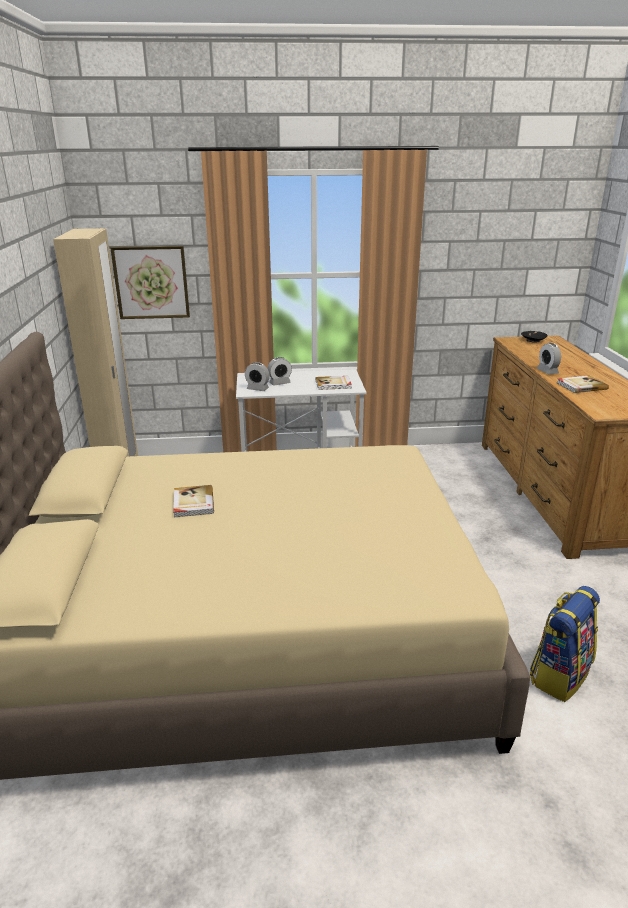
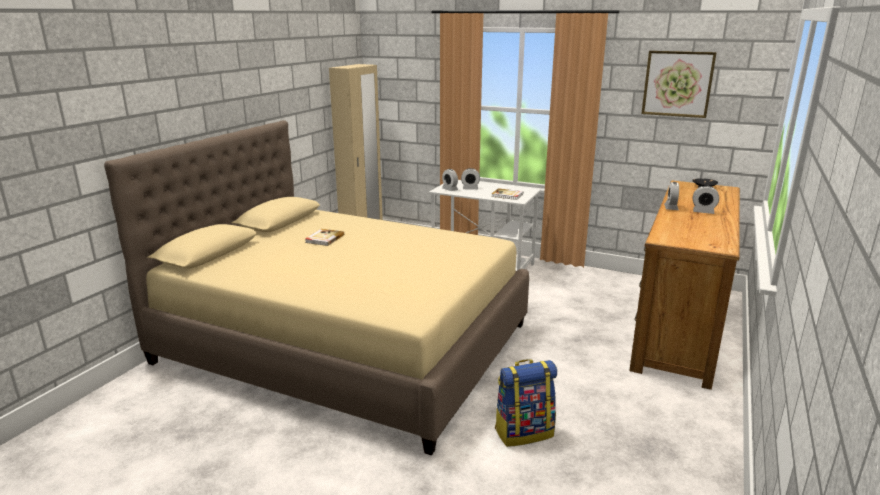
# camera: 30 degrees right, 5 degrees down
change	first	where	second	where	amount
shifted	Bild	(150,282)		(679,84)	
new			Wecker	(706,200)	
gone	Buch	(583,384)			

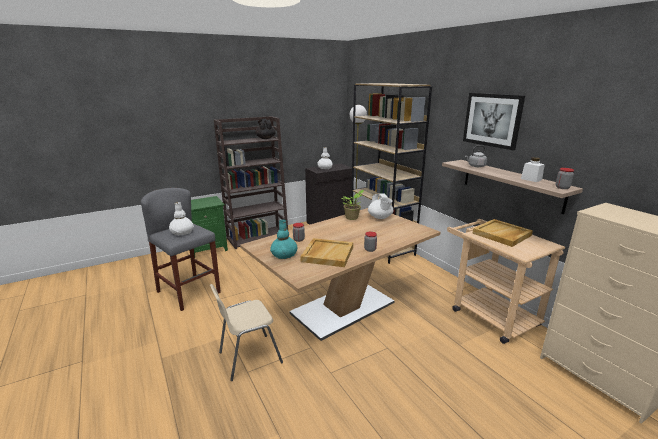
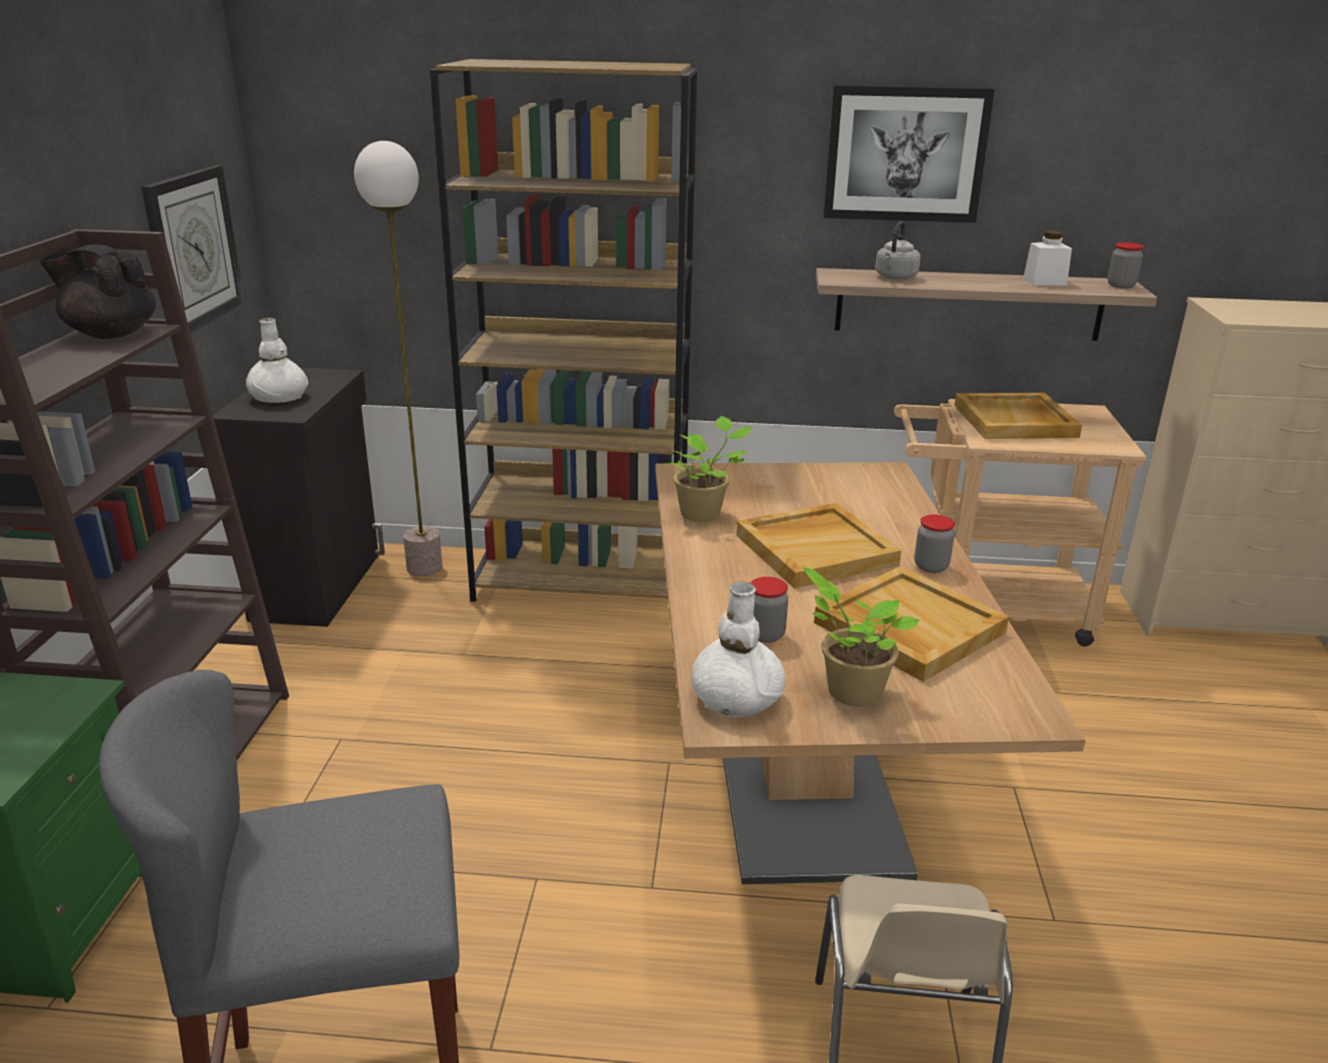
# camera: 55 degrees left, 5 degrees up
change	first	where	second	where	amount
new			Wanduhr	(193,249)	
shifted	Vase/weiß	(181,218)		(738,649)	
new			Tablett/beige	(818,545)	
swapped	Vase/türkis	(284,239)	Topfpflanze	(861,637)	
gone	Teekanne/weiß	(380,206)			

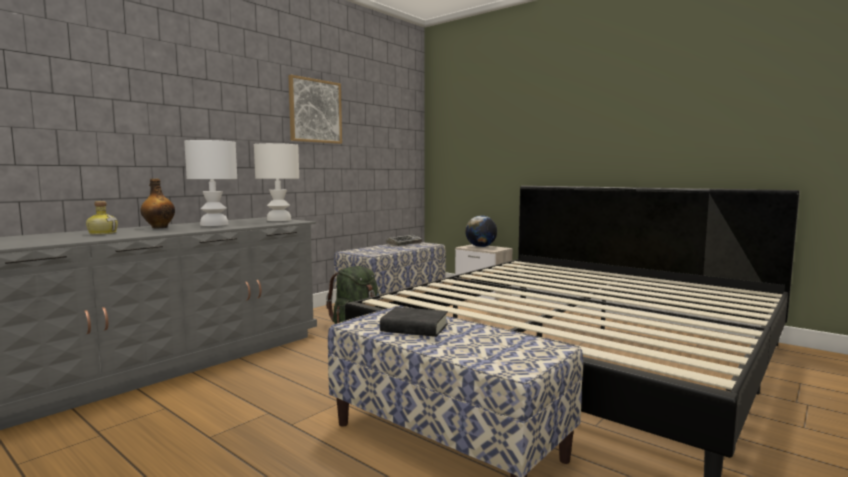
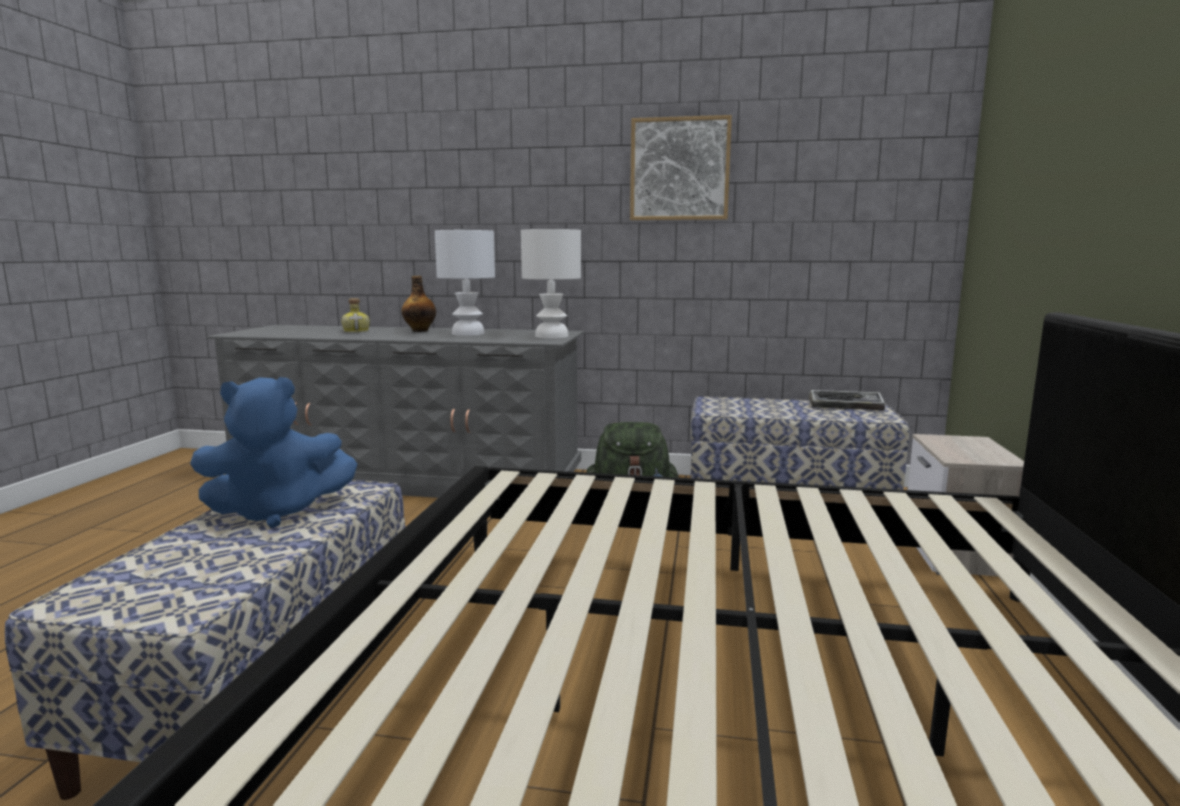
# camera: 60 degrees right, 5 degrees up
change	first	where	second	where	amount
swapped	Buch/schwarz	(414,322)	Plüschtier/blau	(273,452)	
gone	Globus	(481,231)			

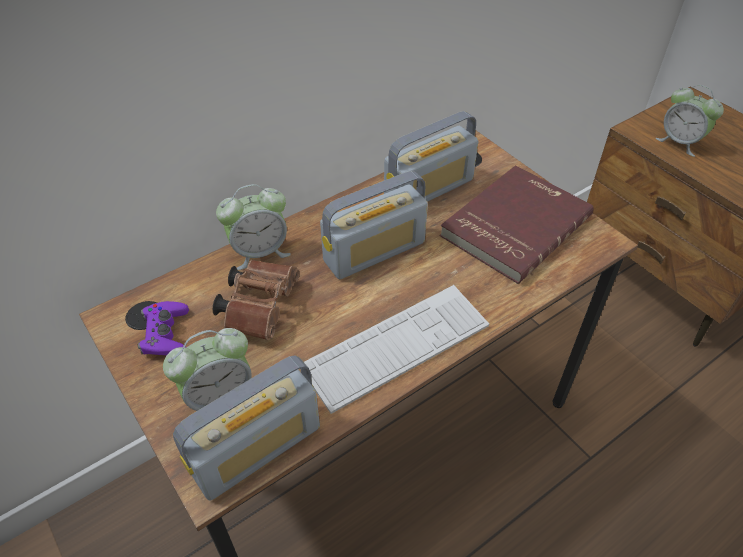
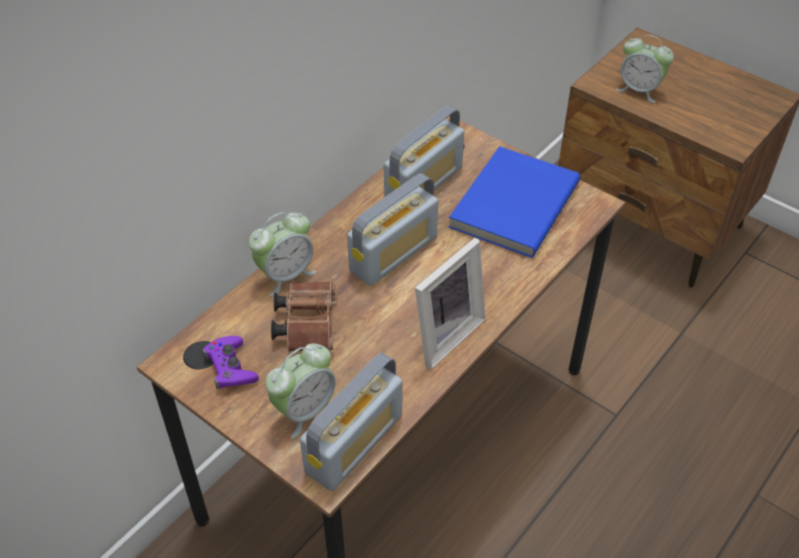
# camera: 15 degrees left, 0 degrees up
change	first	where	second	where	amount
swapped	Tastatur	(396,349)	Bilderrahmen	(450,303)	
repainted	Buch/rot	(517,224)	Buch/blau	(514,202)	

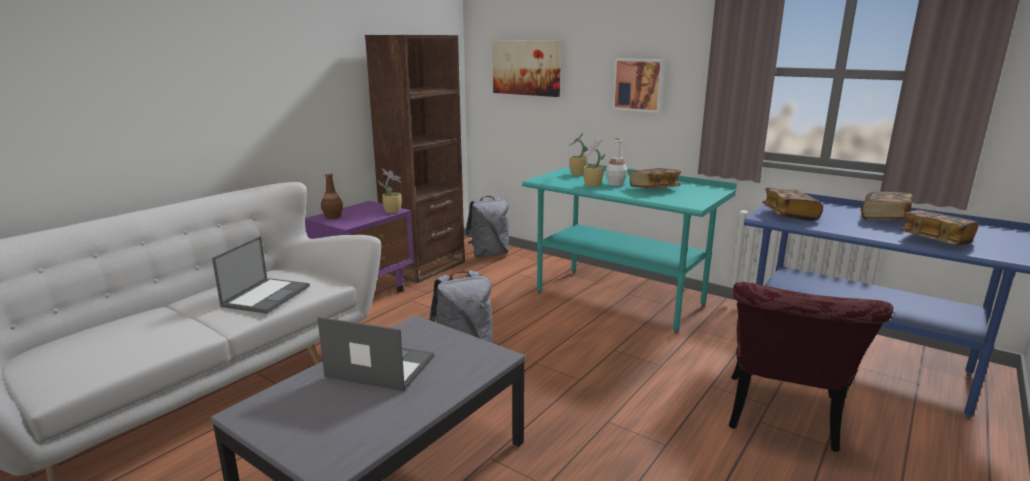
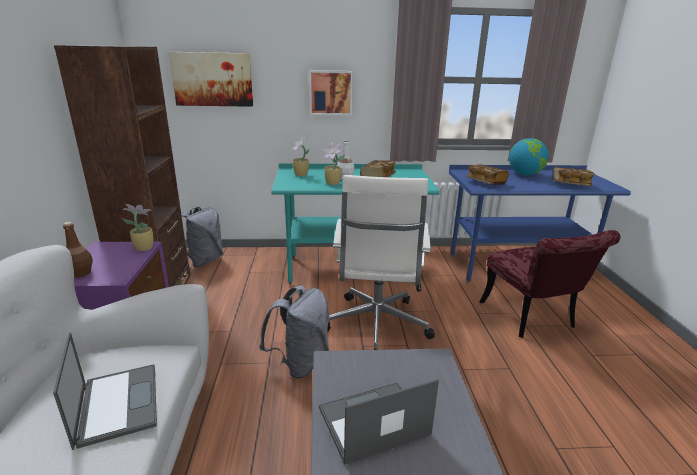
# camera: 40 degrees left, 5 degrees up
change	first	where	second	where	amount
new			Bürostuhl/weiß	(381,262)	
swapped	Buch	(887,206)	Globus	(529,157)	

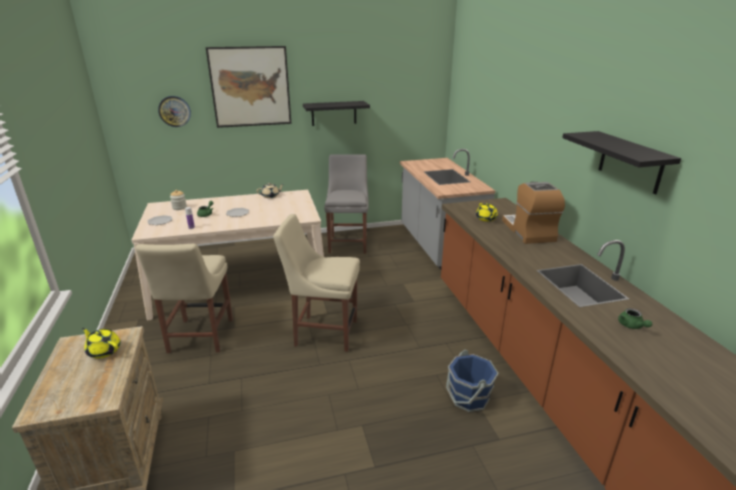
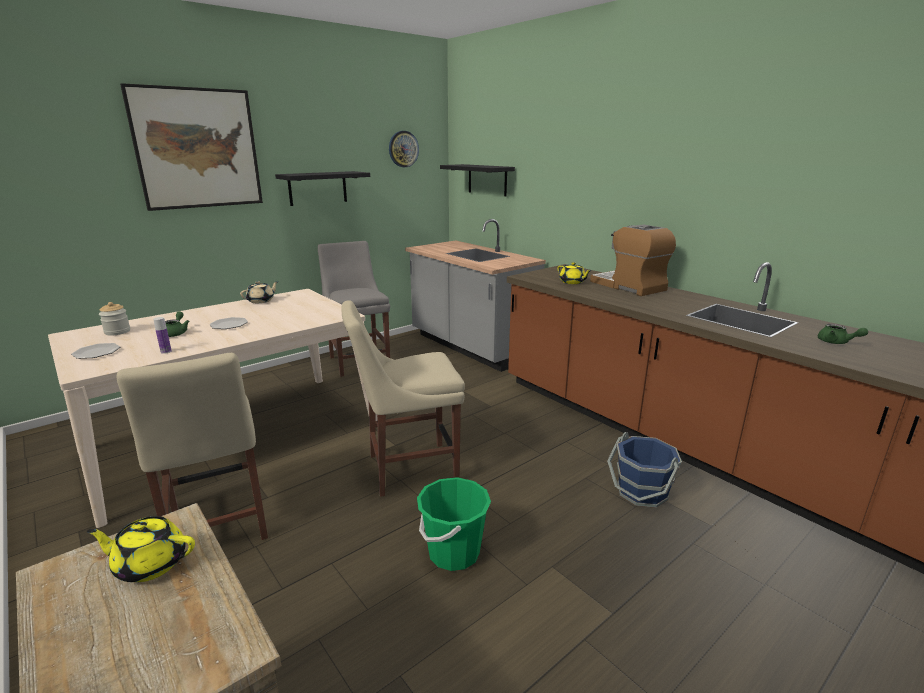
# camera: 25 degrees left, 5 degrees down
change	first	where	second	where	amount
shifted	Wanduhr	(174,111)		(404,149)	
new			Eimer/grün	(454,524)	
shifted	Wandregal/schwarz	(621,162)		(477,180)	

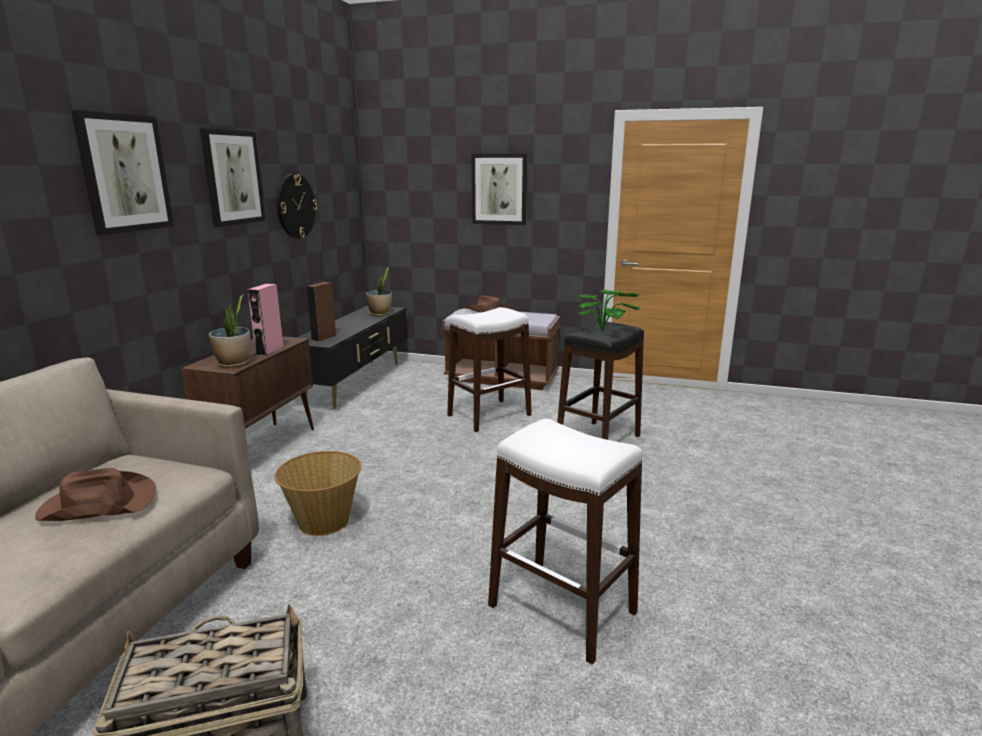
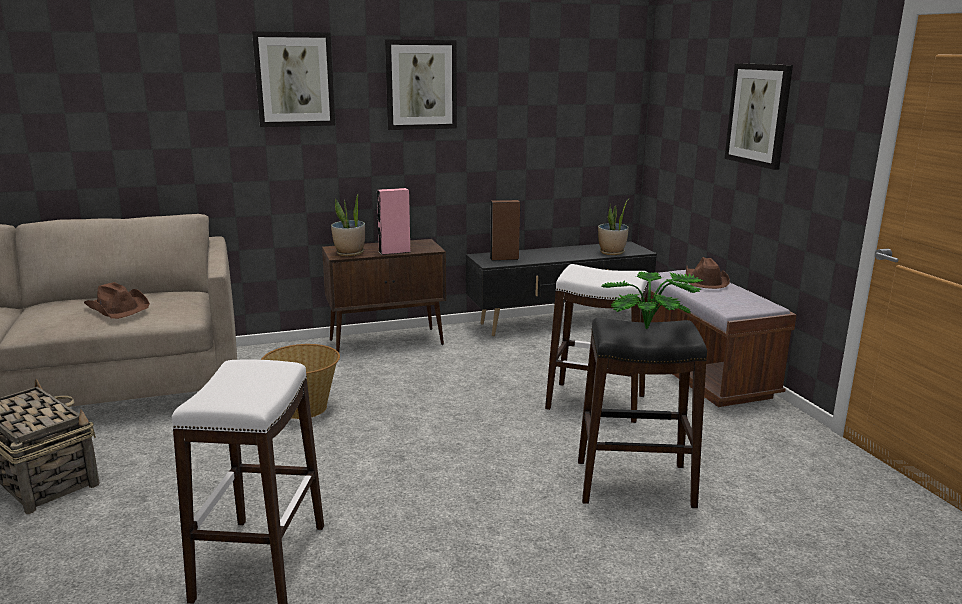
# camera: 55 degrees right, 0 degrees up
change	first	where	second	where	amount
gone	Wanduhr	(297,206)			

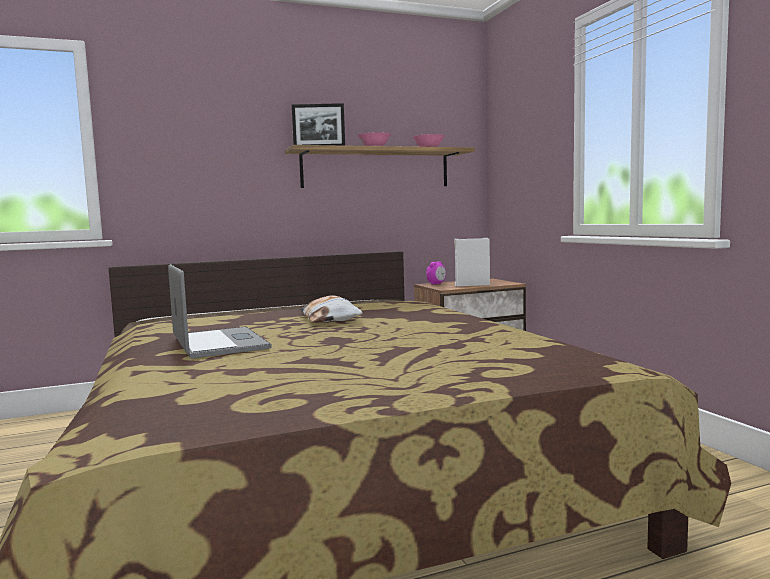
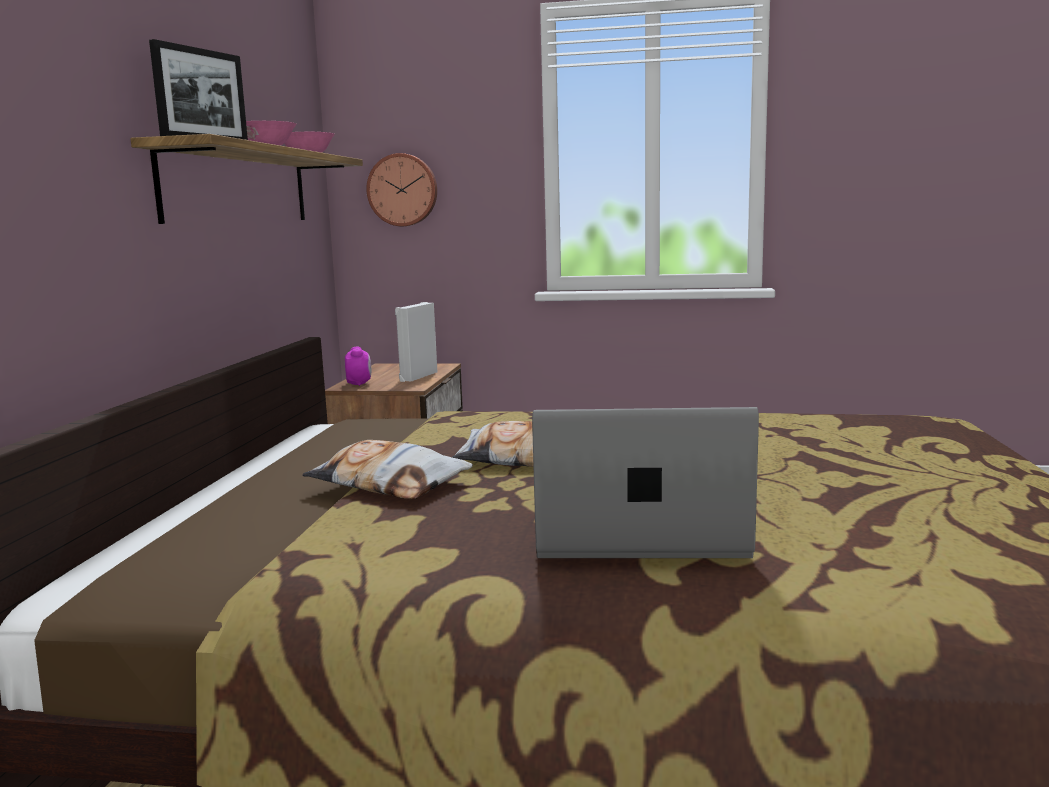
# camera: 60 degrees left, 5 degrees up
change	first	where	second	where	amount
new			Kissen	(387,469)	
new			Wanduhr	(401,189)	

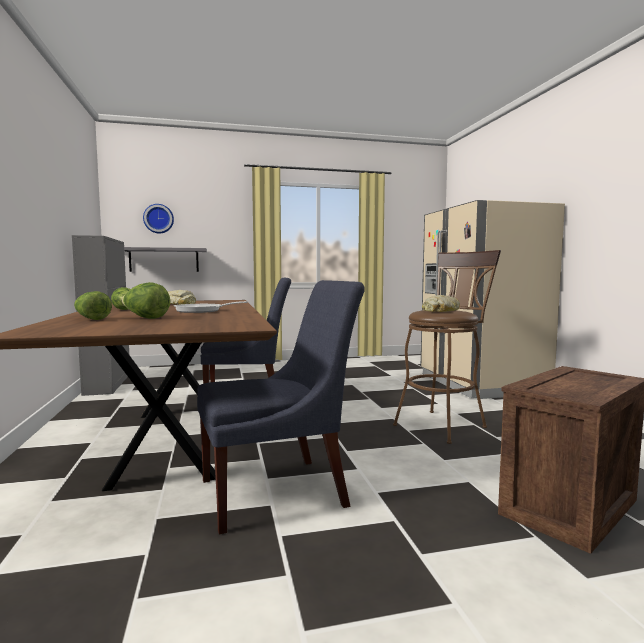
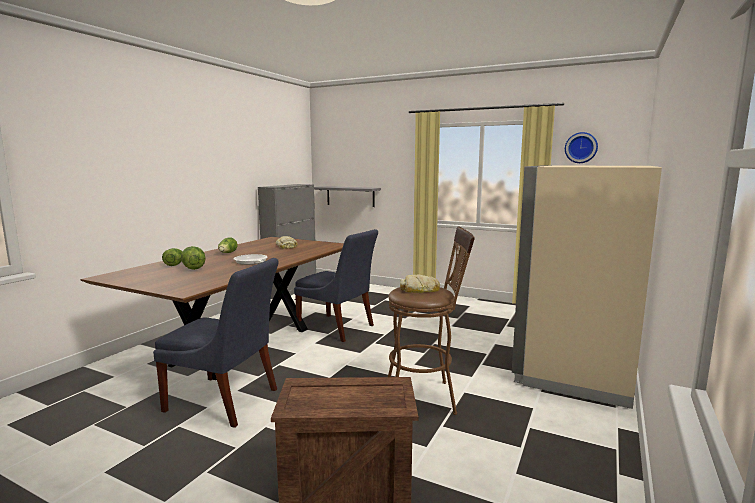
# camera: 40 degrees right, 5 degrees up
change	first	where	second	where	amount
shifted	Wanduhr	(158,218)		(581,147)	

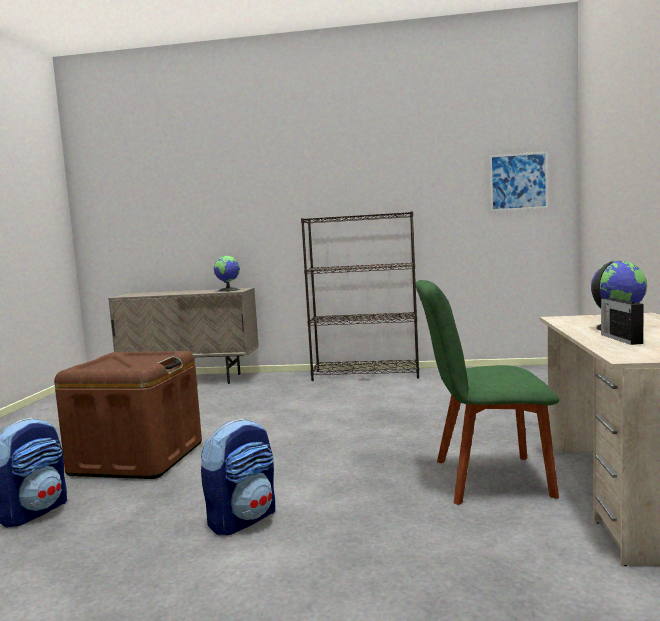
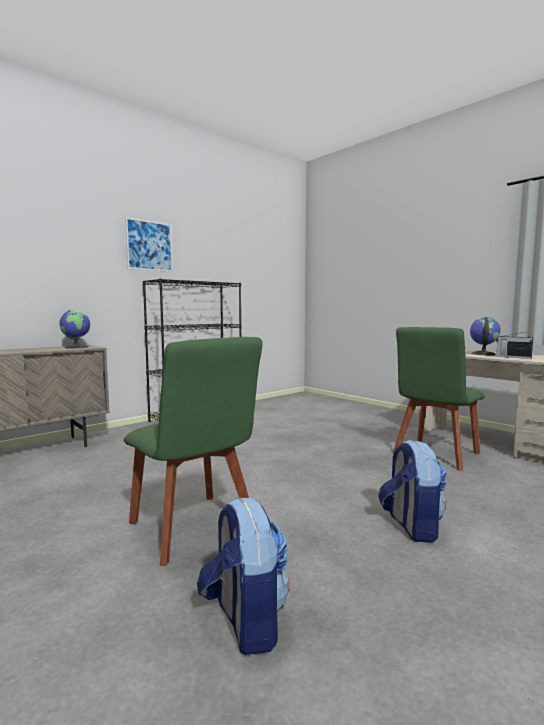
# camera: 50 degrees left, 0 degrees up
change	first	where	second	where	amount
swapped	Aufbewahrungsbox/braun	(128,415)	Stuhl/grün	(193,451)	
shifted	Bild	(519,181)		(149,244)	

